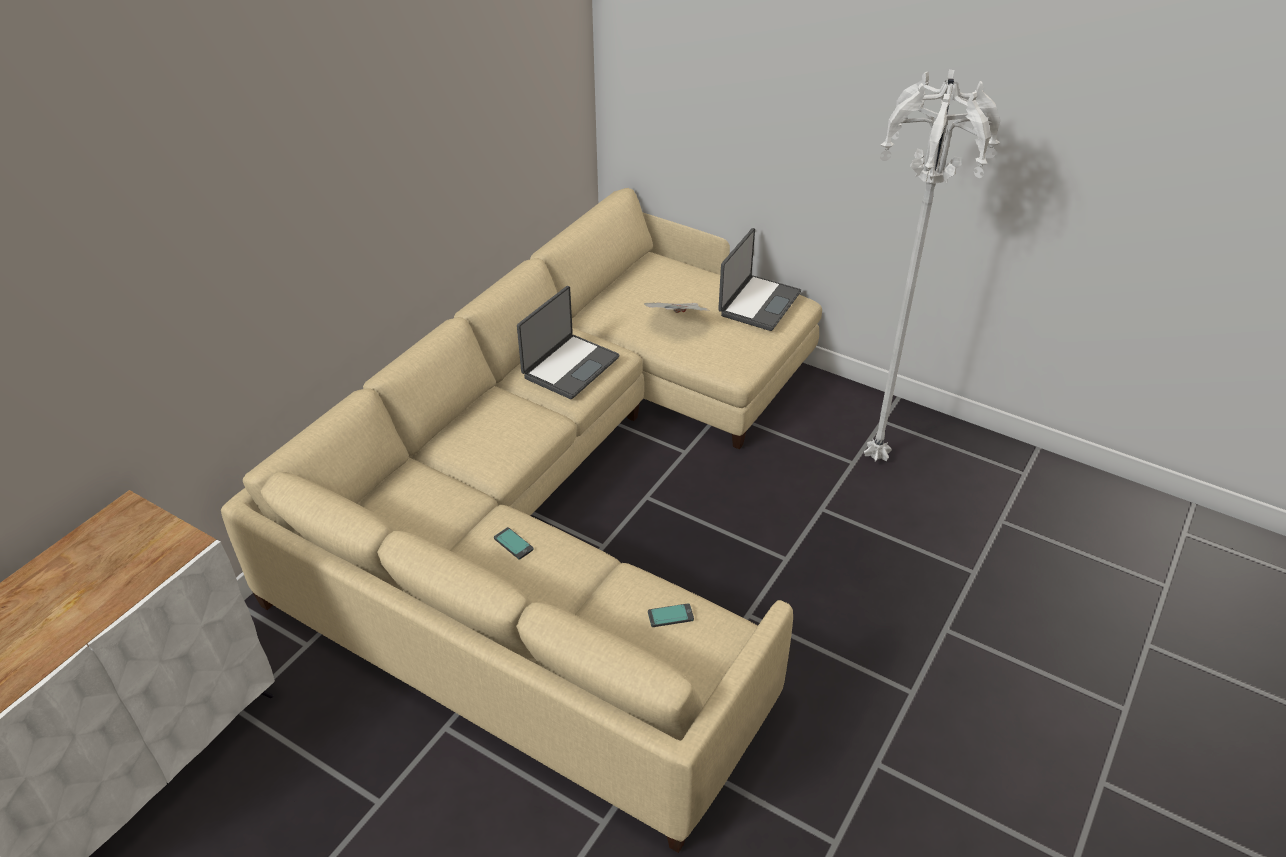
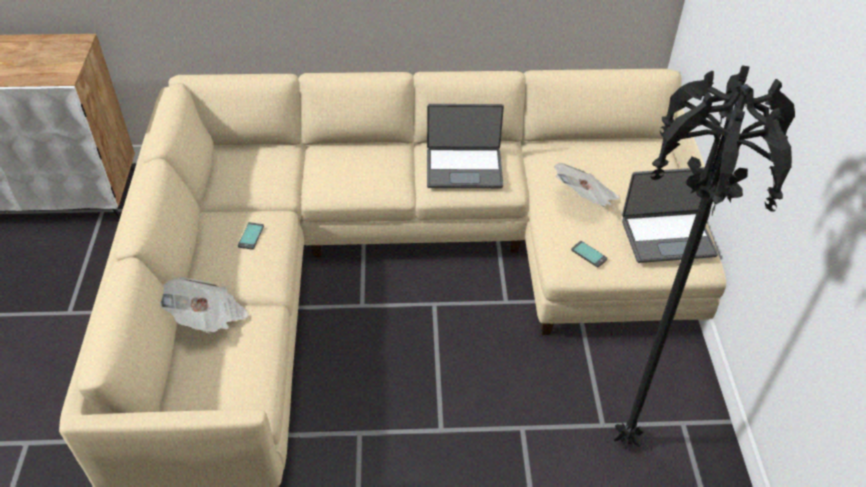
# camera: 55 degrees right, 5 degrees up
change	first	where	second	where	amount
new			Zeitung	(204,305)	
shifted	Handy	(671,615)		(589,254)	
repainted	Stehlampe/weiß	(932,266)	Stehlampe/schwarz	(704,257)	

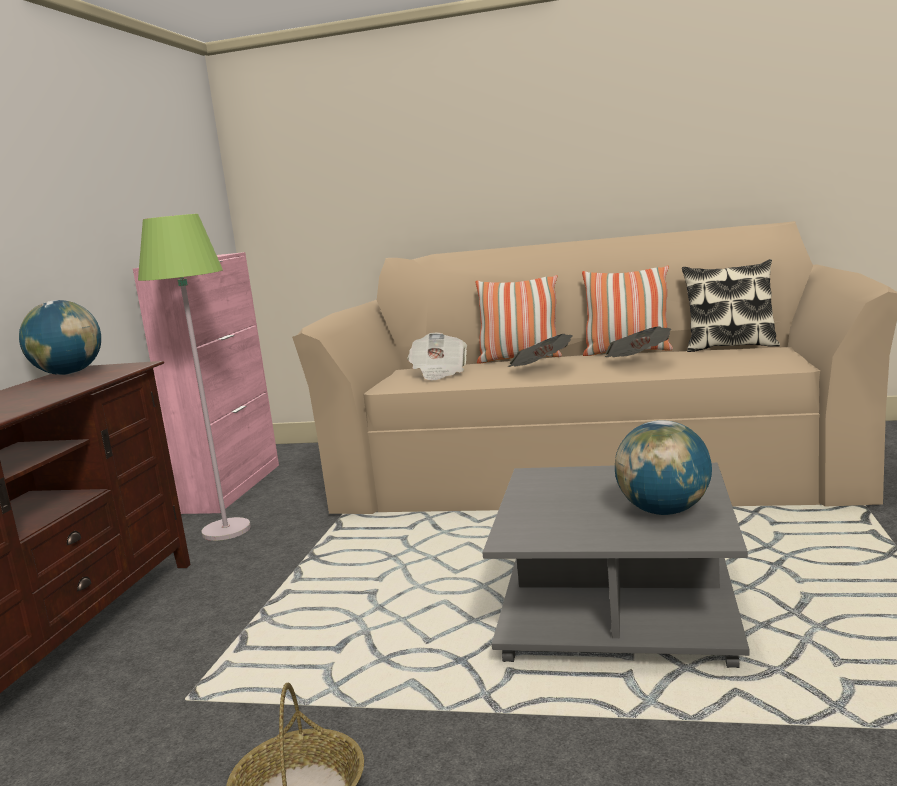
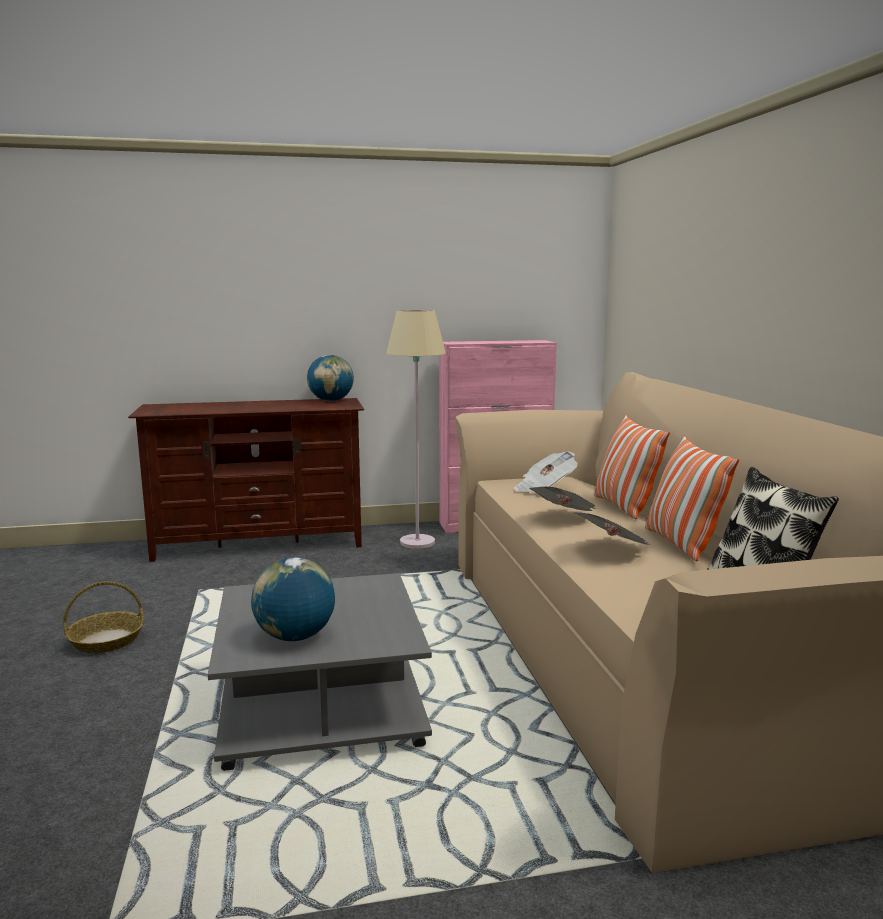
# camera: 65 degrees right, 0 degrees up
change	first	where	second	where	amount
repainted	Stehlampe/grün	(194,377)	Stehlampe/beige	(416,429)	

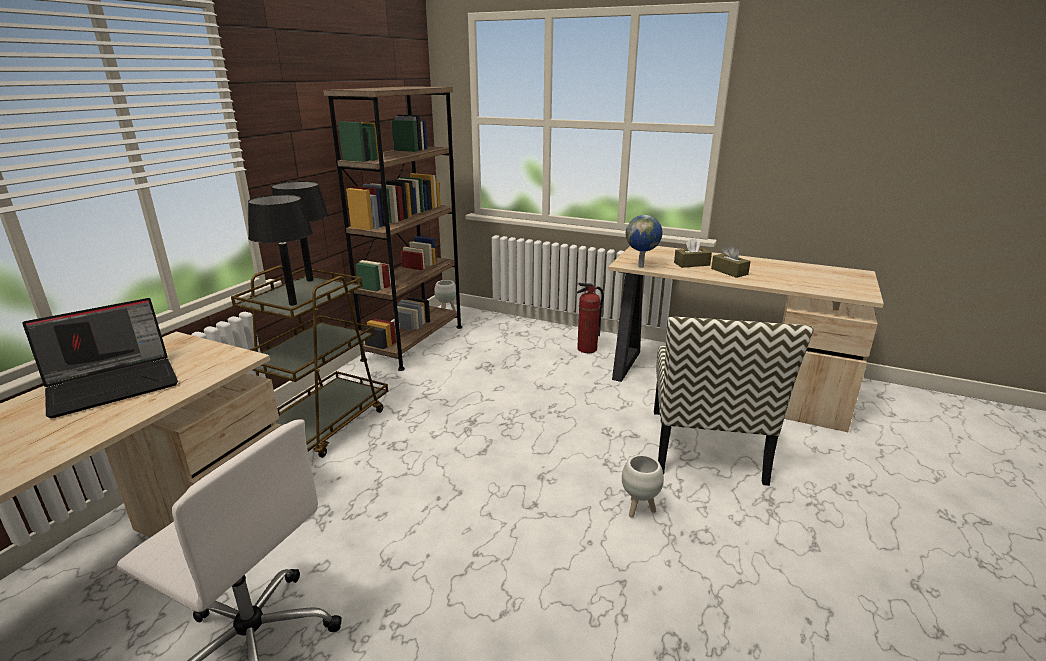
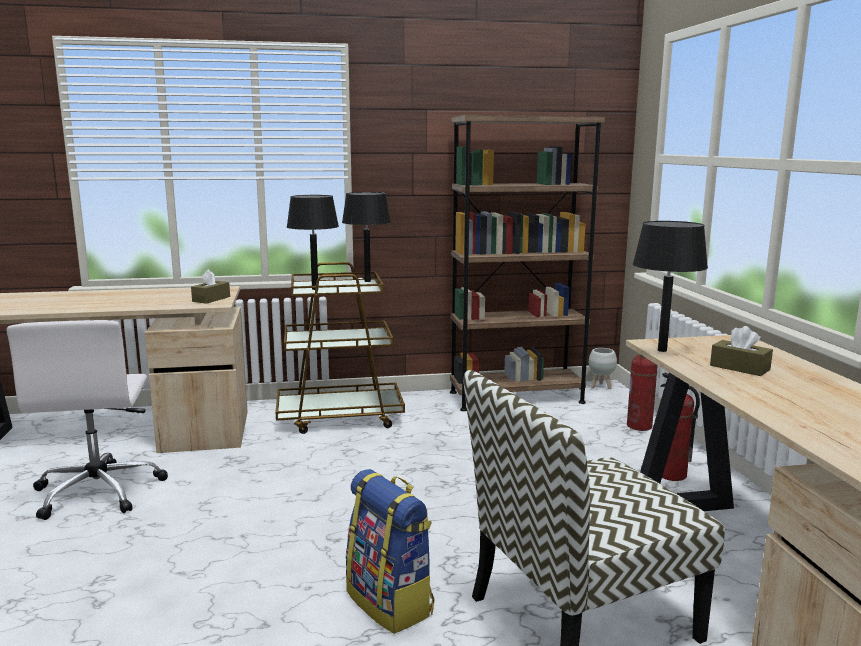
# camera: 55 degrees right, 10 degrees down
change	first	where	second	where	amount
shifted	Taschentuchbox/braun	(731,261)		(210,286)	
swapped	Pflanzkübel/weiß	(643,486)	Rucksack	(390,551)	
new			Feuerlöscher	(642,393)	
swapped	Globus	(644,241)	Tischlampe/schwarz	(670,286)	
gone	Laptop	(100,358)			

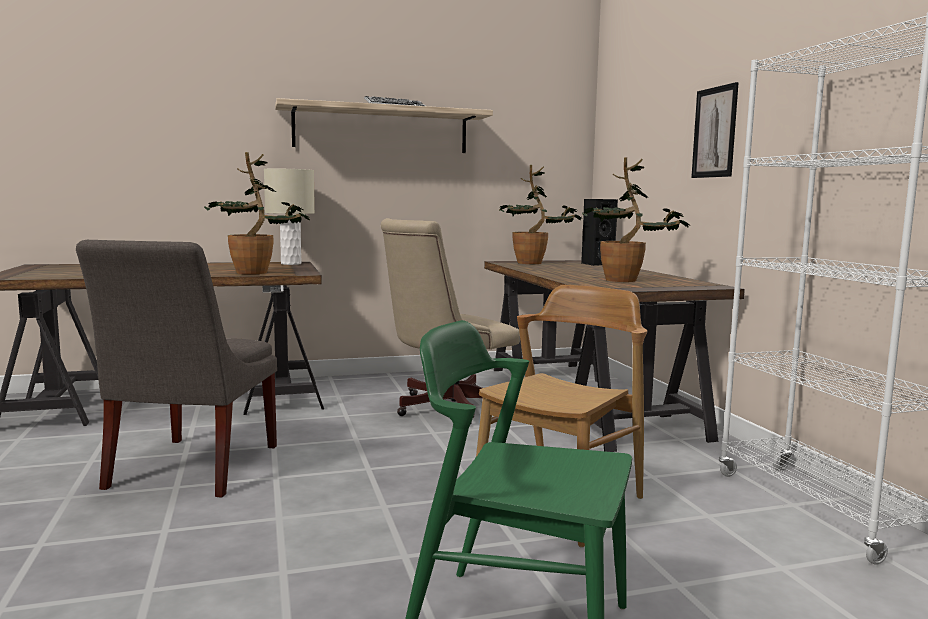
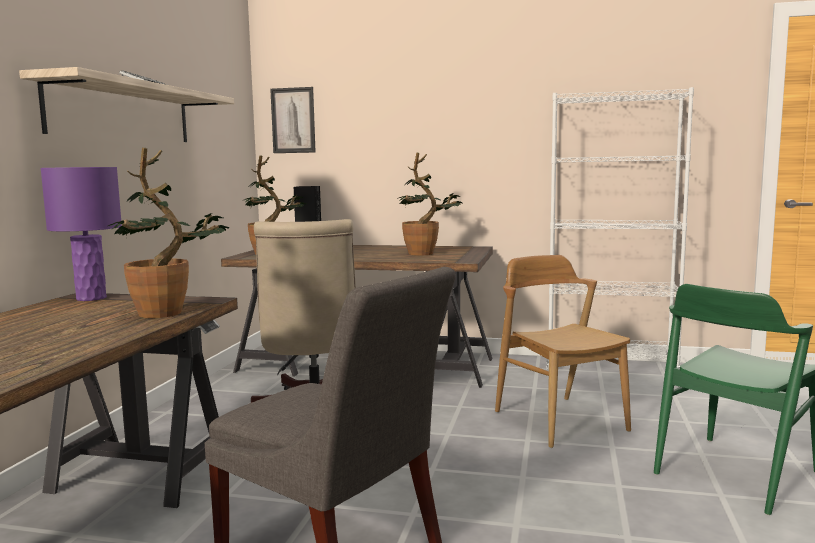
# camera: 60 degrees left, 0 degrees up
change	first	where	second	where	amount
repainted	Tischlampe/beige	(289,216)	Tischlampe/lila	(81,234)	
shifted	Bild	(715,130)		(293,120)	

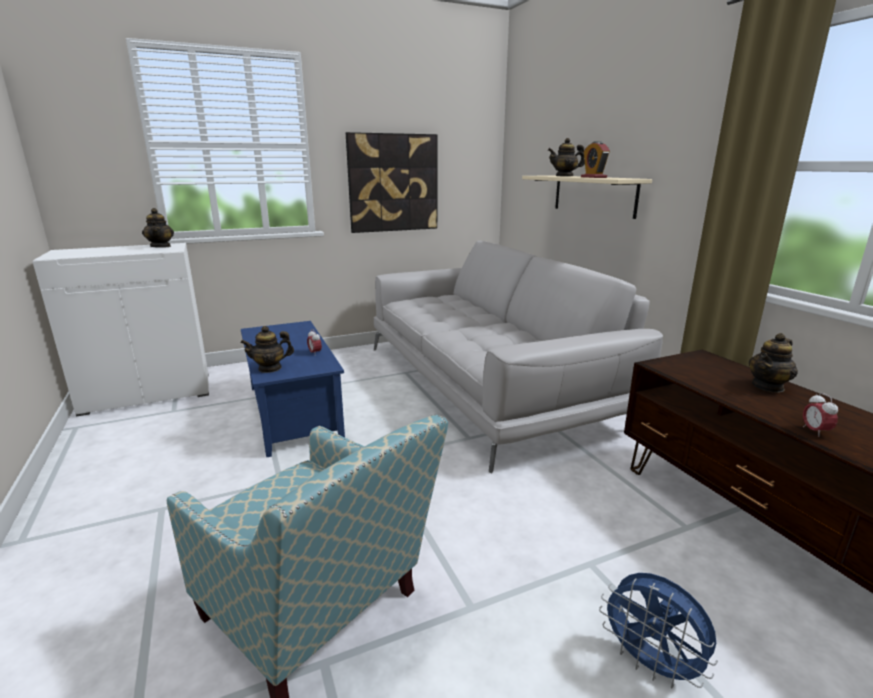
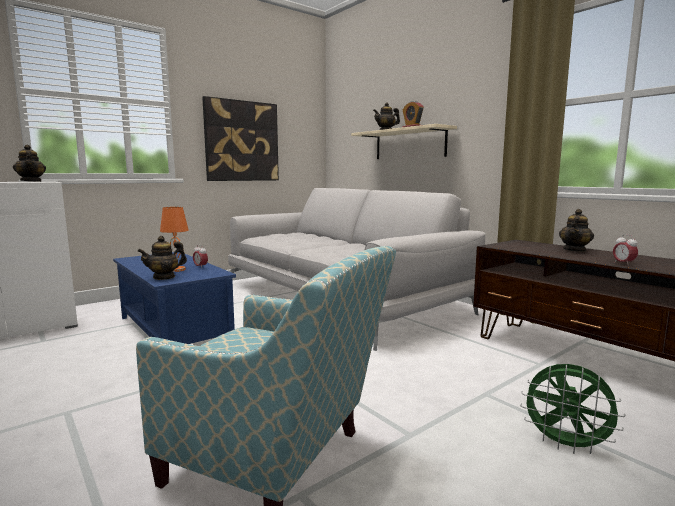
# camera: 15 degrees left, 10 degrees down
change	first	where	second	where	amount
new			Tischlampe/orange	(174,239)	
repainted	Ventilator/blau	(658,630)	Ventilator/grün	(572,409)	

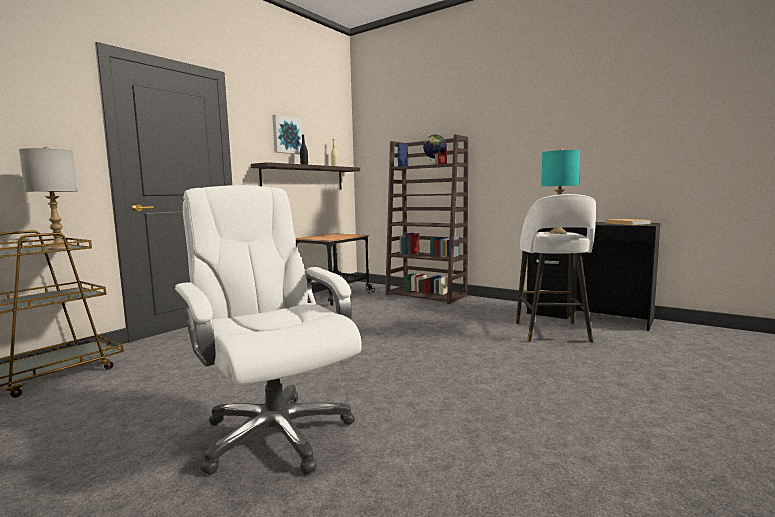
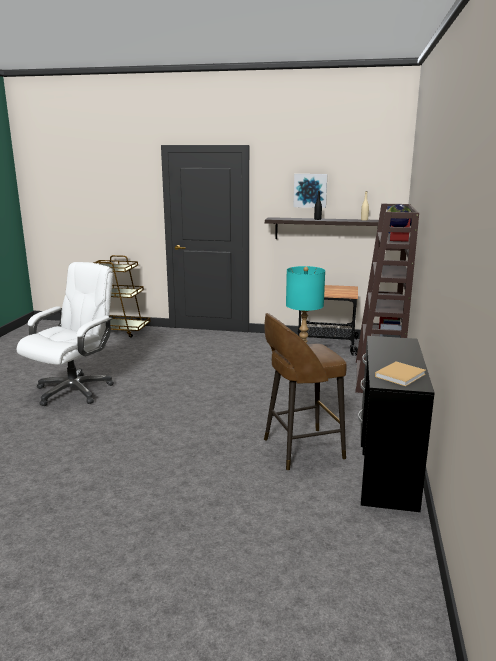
# camera: 65 degrees right, 10 degrees up
change	first	where	second	where	amount
repainted	Hocker/weiß	(556,268)	Hocker/braun	(305,392)	
gone	Tischlampe/grau	(48,197)			

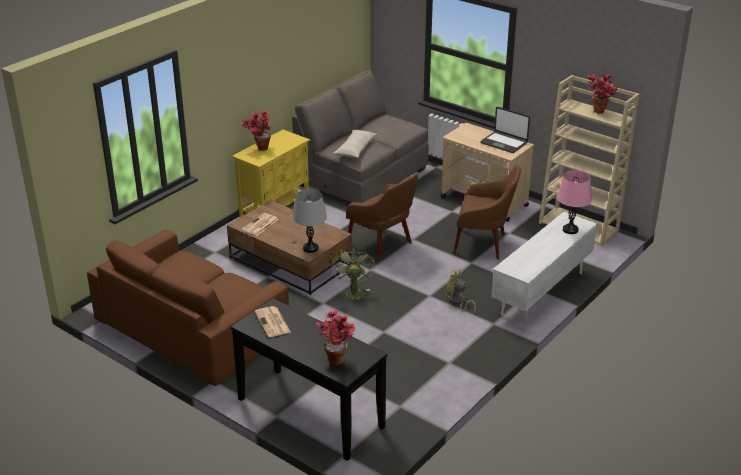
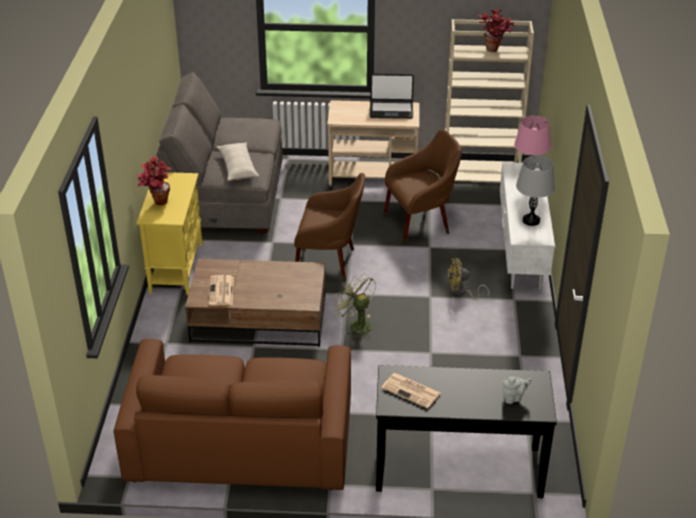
# camera: 35 degrees left, 5 degrees up
change	first	where	second	where	amount
swapped	Topfpflanze	(335,338)	Teekanne/grau	(516,390)	
shifted	Tischlampe/grau	(309,221)		(535,190)	

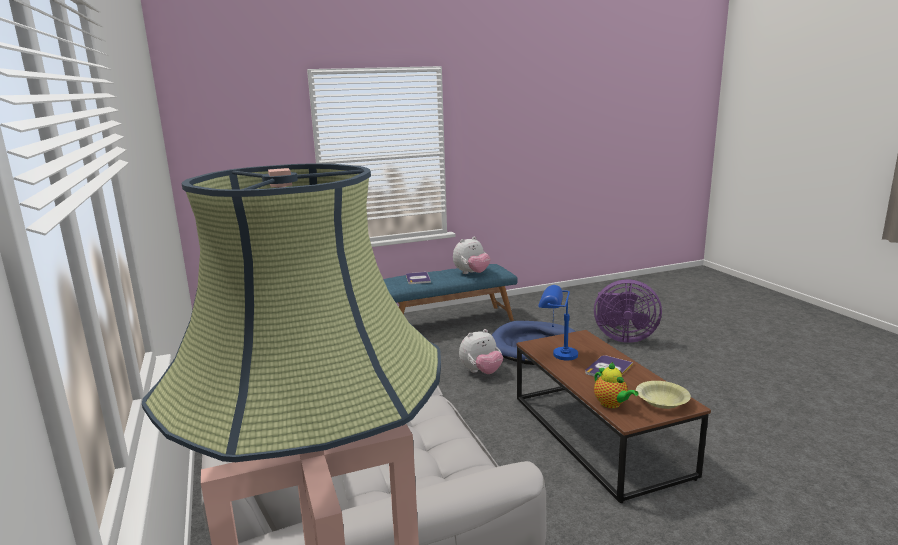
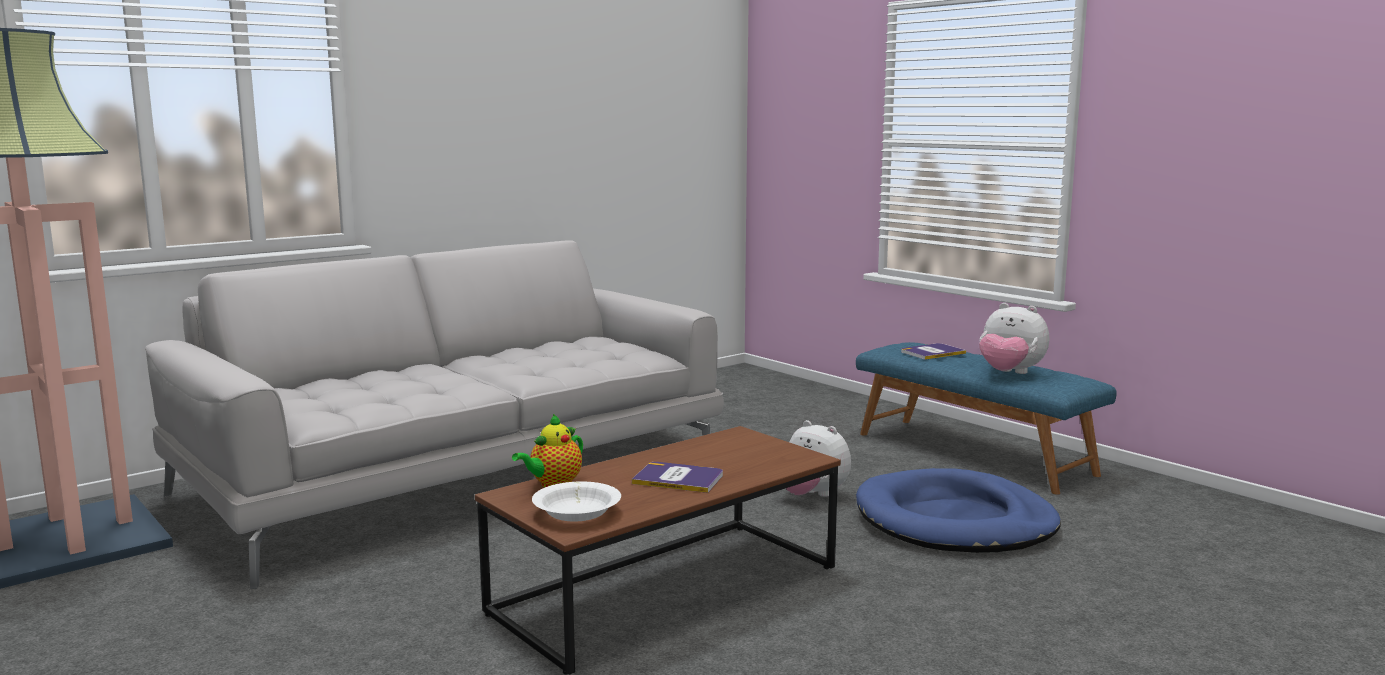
# camera: 70 degrees right, 5 degrees down
change	first	where	second	where	amount
repainted	Schüssel/gelb	(663,395)	Schüssel/weiß	(576,501)	
gone	Tischlampe/blau	(558,322)			
gone	Ventilator/lila	(628,311)			

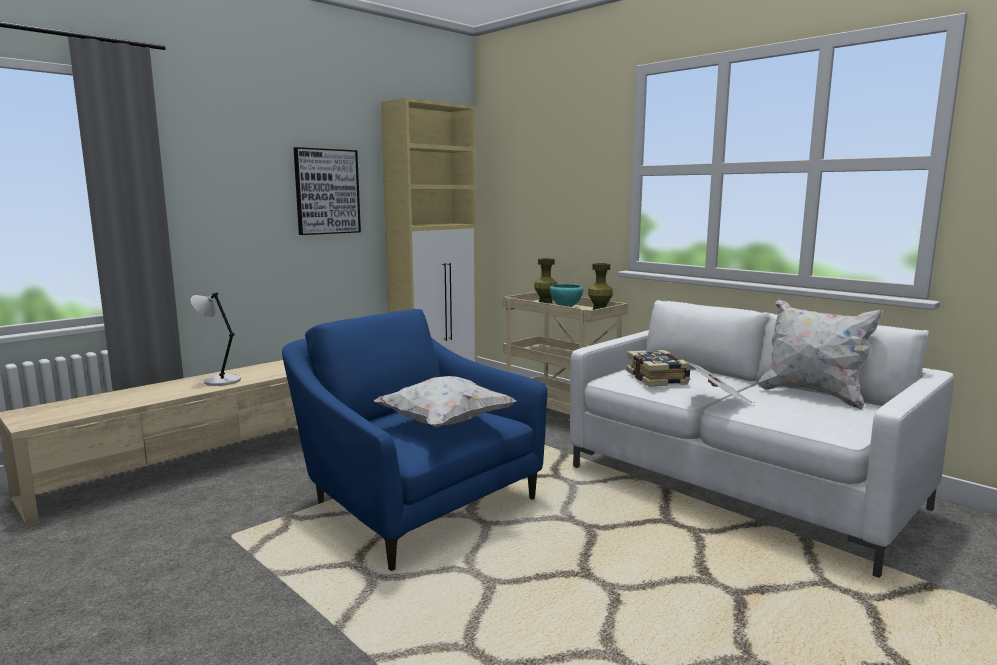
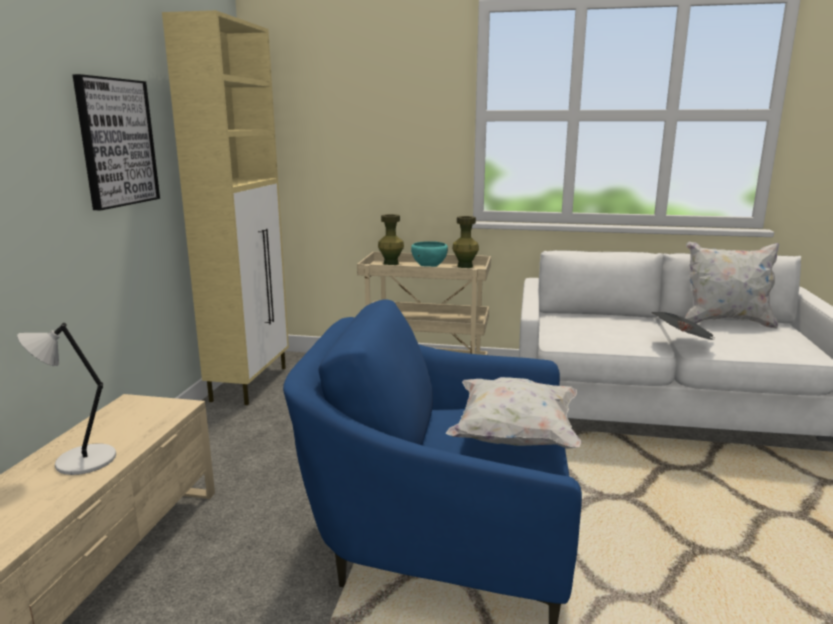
# camera: 35 degrees left, 5 degrees up
change	first	where	second	where	amount
gone	Buch	(658,368)			

